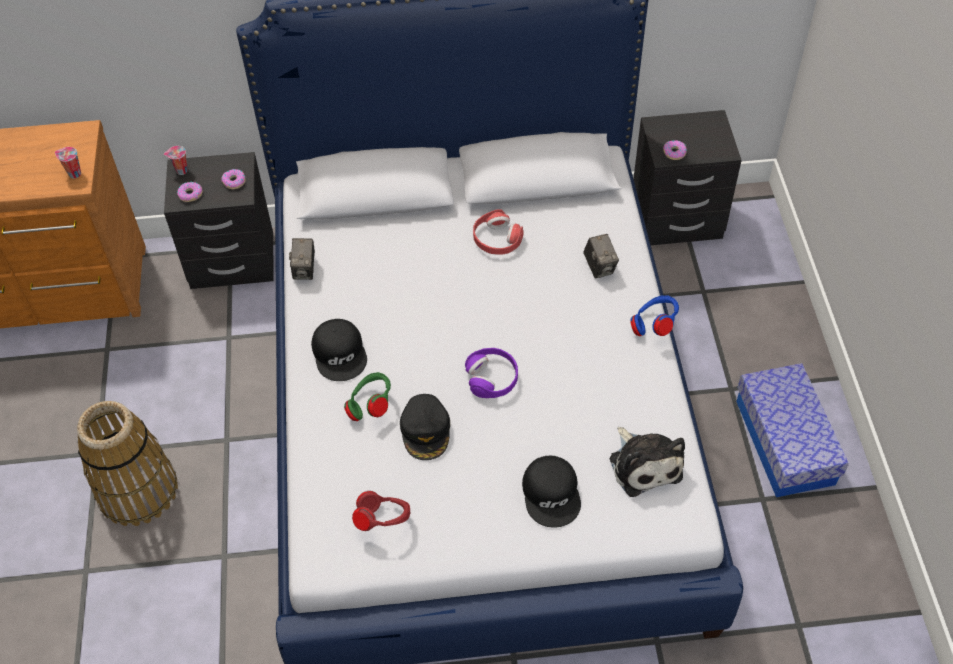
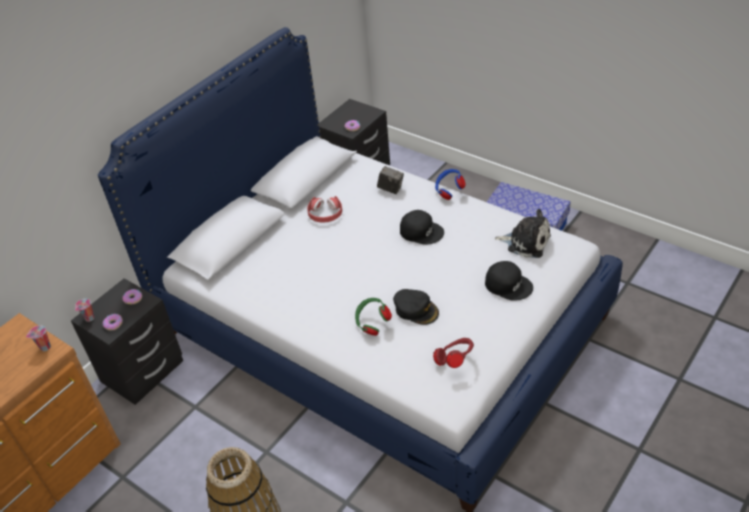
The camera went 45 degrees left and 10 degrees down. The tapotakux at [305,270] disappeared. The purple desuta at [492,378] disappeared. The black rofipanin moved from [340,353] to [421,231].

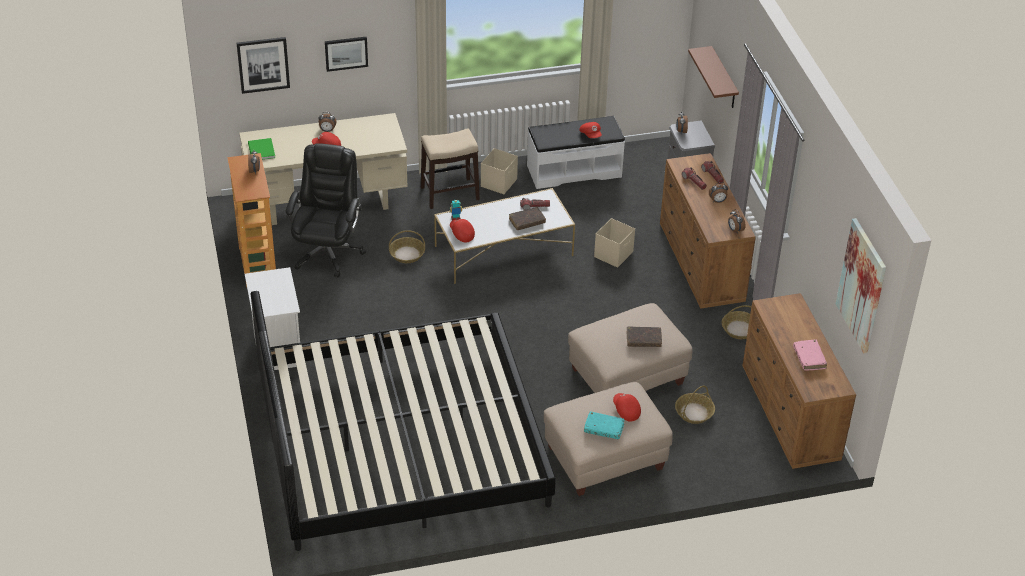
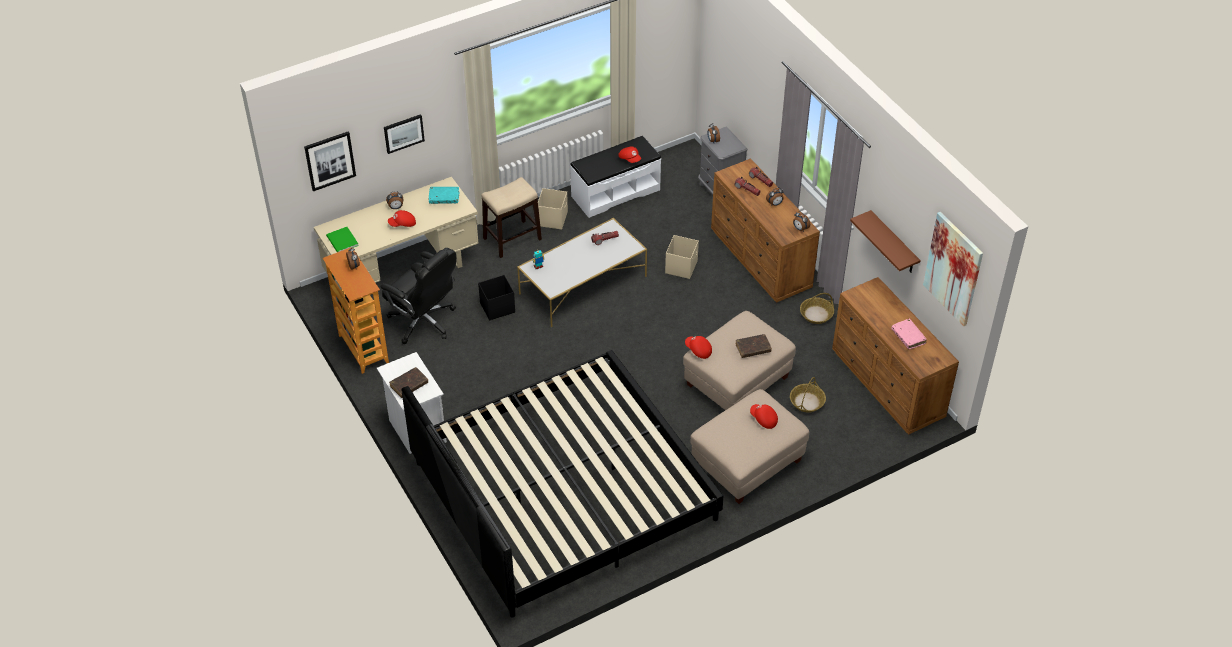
The camera went 15 degrees left and 5 degrees up. The red rofipanin moved from [461,234] to [698,350]. The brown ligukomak moved from [527,222] to [409,385]. The turquoise ligukomak moved from [603,429] to [444,198]. The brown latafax moved from [724,79] to [893,243]. The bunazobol at [406,254] was replaced by the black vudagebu at [497,308]. The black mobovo at [328,252] turned 135 degrees clockwise.

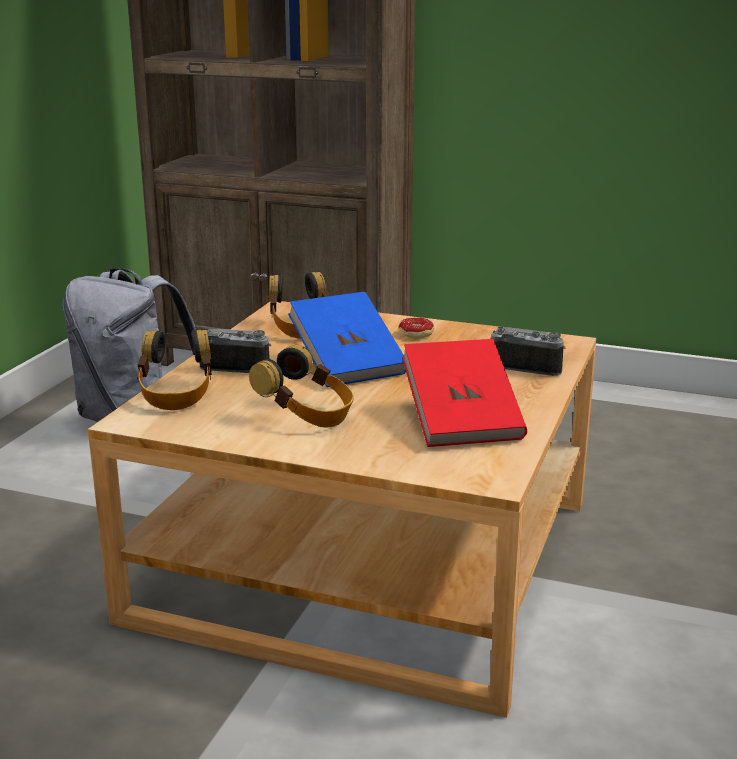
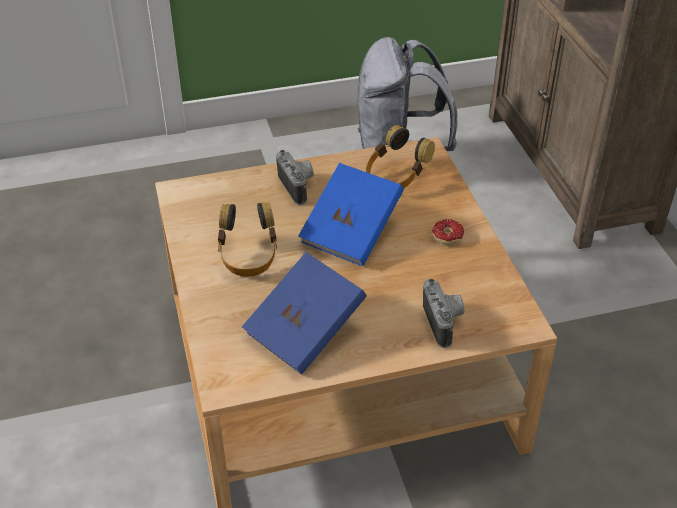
The camera went 55 degrees right and 20 degrees up. The desuta at [177,395] disappeared. The red ligukomak at [462,421] became the blue ligukomak at [305,331].

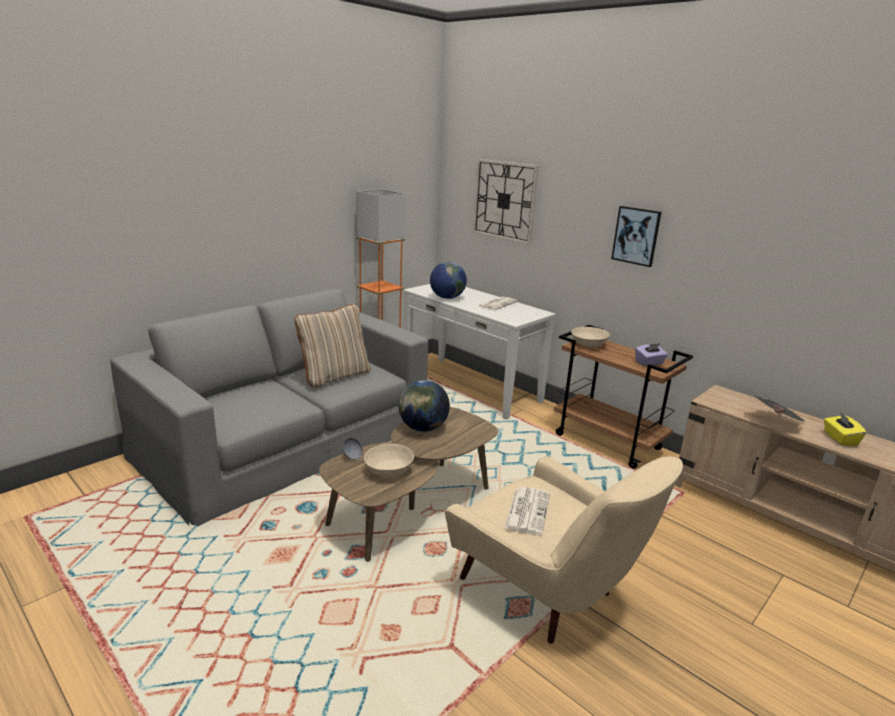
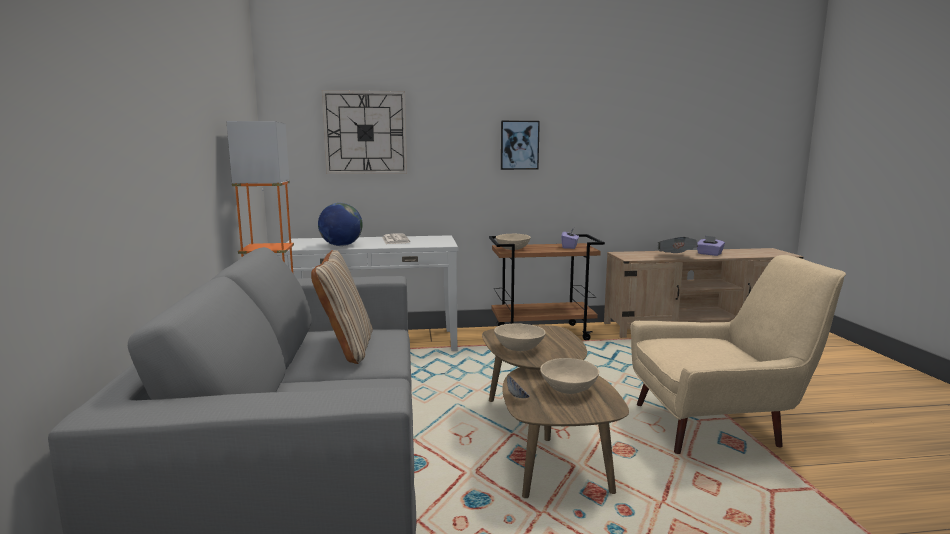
The camera went 50 degrees left and 10 degrees down. The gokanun at [527,510] disappeared. The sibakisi at [422,428] was replaced by the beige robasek at [519,348]. The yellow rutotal at [839,439] became the purple rutotal at [709,254].

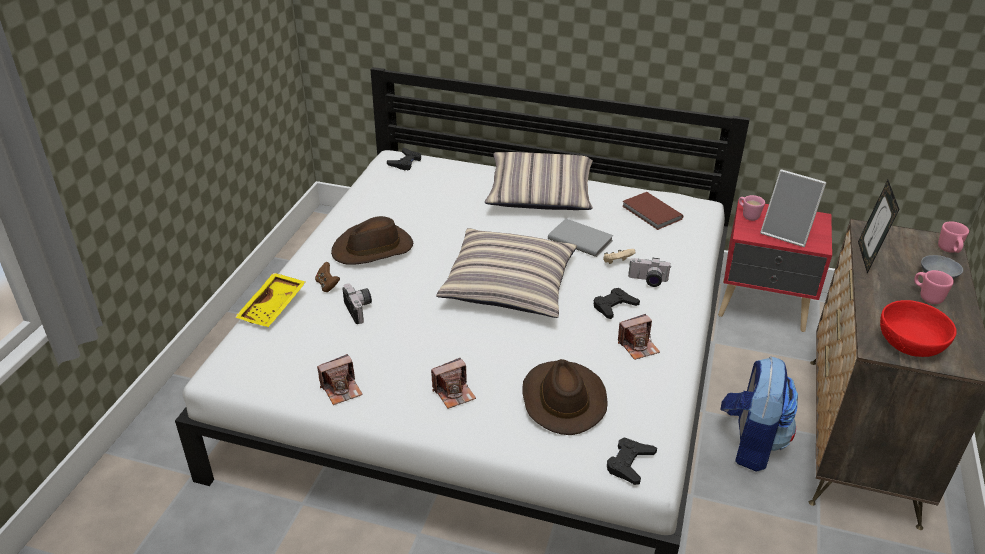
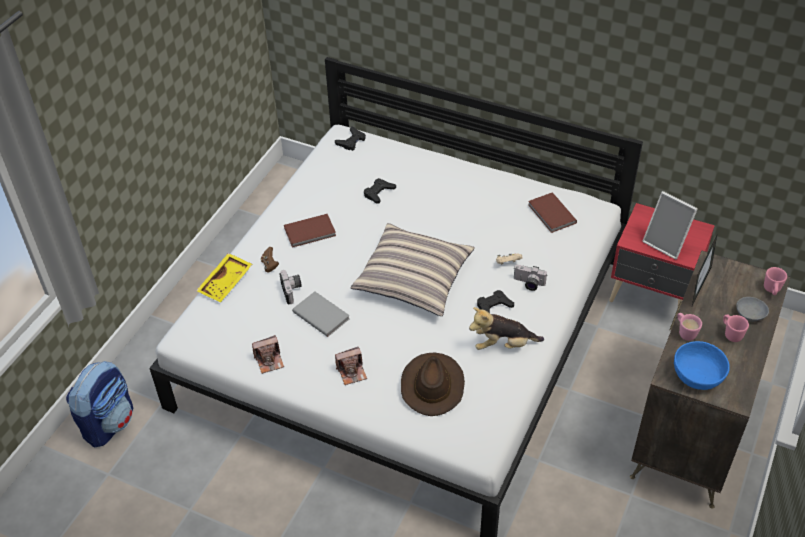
The camera went 10 degrees right and 10 degrees up. The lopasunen at [540,193] disappeared. The grey ligukomak moved from [580,239] to [321,314]. The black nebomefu moved from [629,463] to [378,193]. The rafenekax moved from [751,443] to [109,422]. The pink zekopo moved from [747,215] to [685,332]. The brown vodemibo at [373,248] was replaced by the brown ligukomak at [311,232]. The tapotakux at [638,346] was replaced by the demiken at [503,345]. The red robasek at [911,343] became the blue robasek at [698,375].

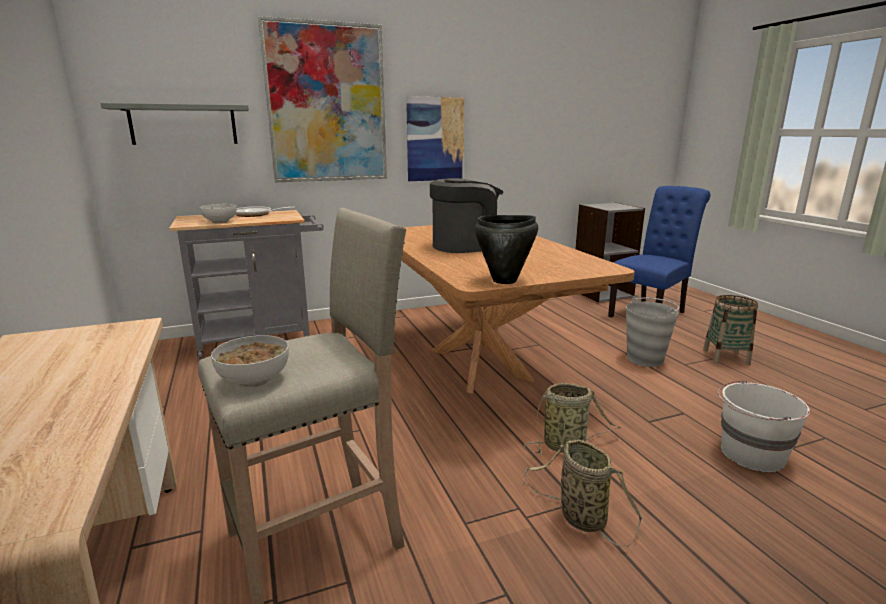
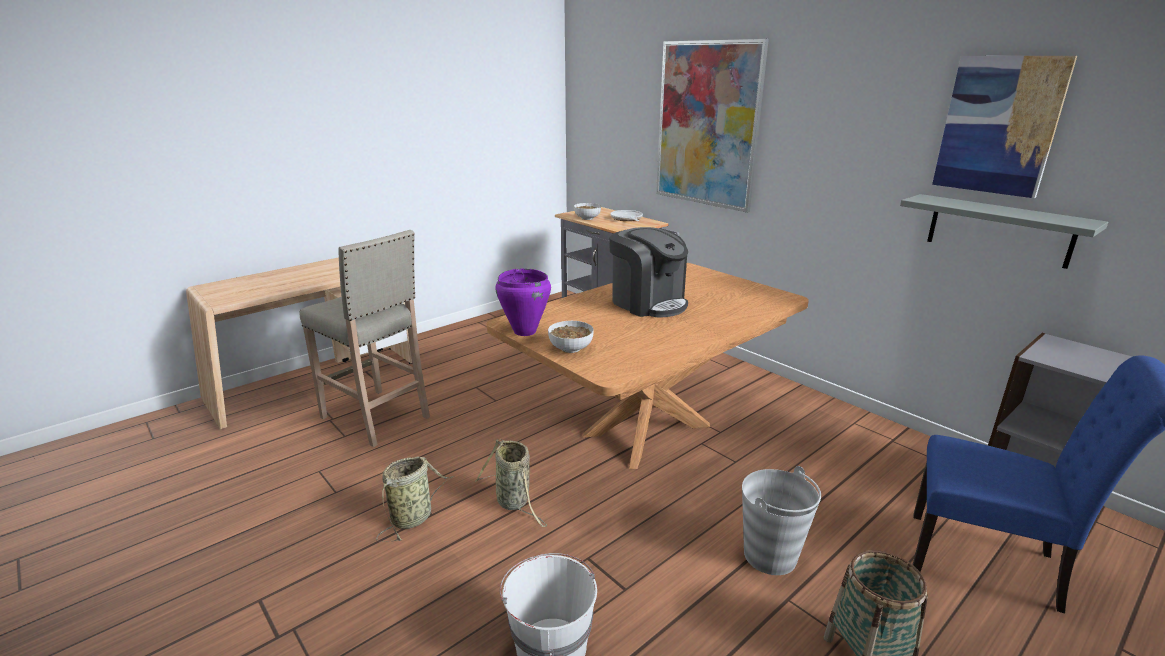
The camera went 70 degrees right and 5 degrees up. The grey latafax moved from [183,125] to [999,230]. The robasek moved from [254,380] to [570,349]. The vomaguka moved from [435,139] to [999,125]. The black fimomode at [505,281] became the purple fimomode at [524,332].

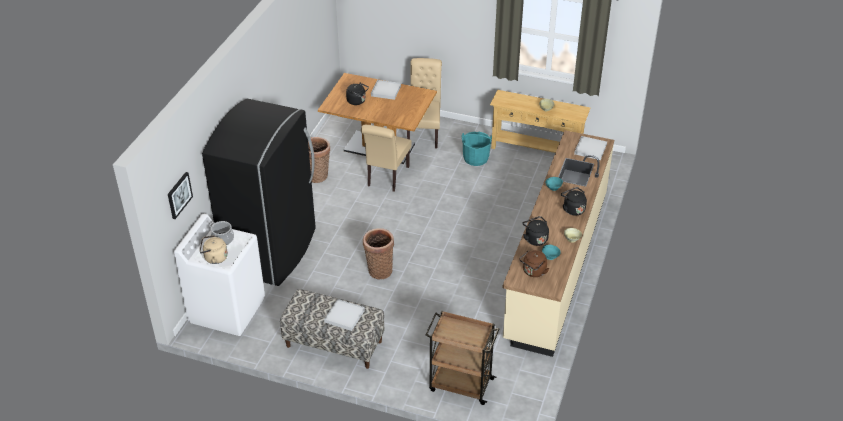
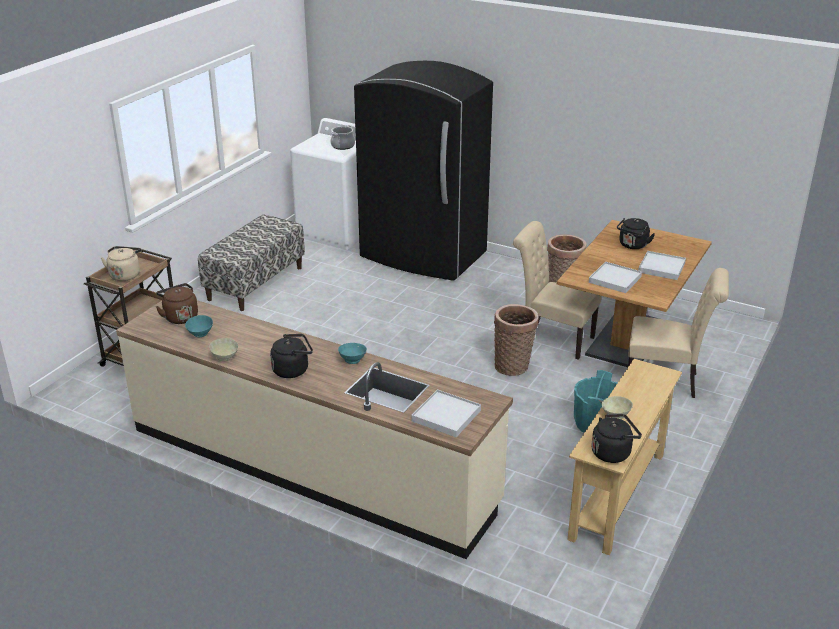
The camera went 100 degrees right and 10 degrees down. The vomaguka at [179,195] disappeared. The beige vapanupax moved from [214,258] to [125,275]. The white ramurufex moved from [344,316] to [615,279]. The bunazobol moved from [379,270] to [513,366]. The black vapanupax moved from [535,239] to [613,452].

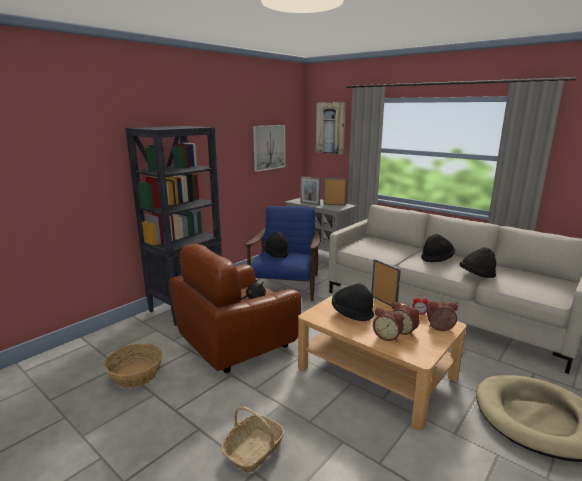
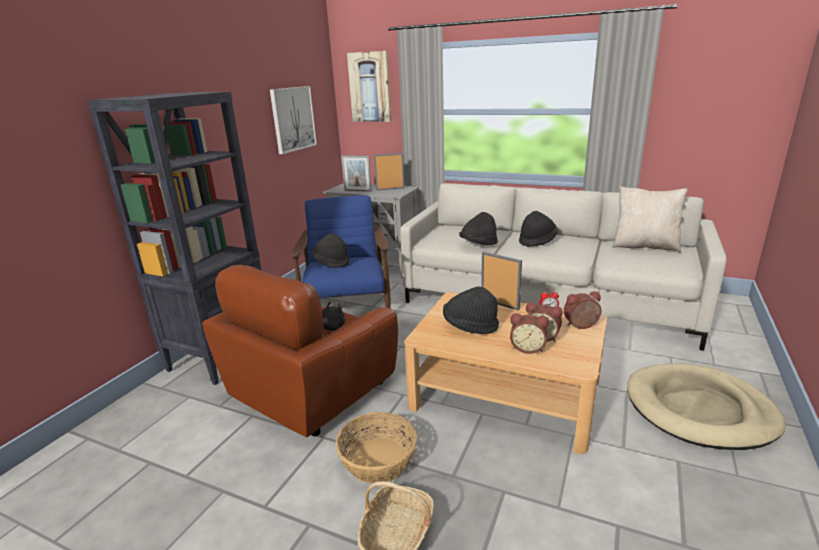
The camera went 15 degrees left and 5 degrees up. The beige lopasunen at [644,246] appeared. The bunazobol moved from [136,374] to [378,460]. The black vodemibo moved from [476,275] to [478,244].

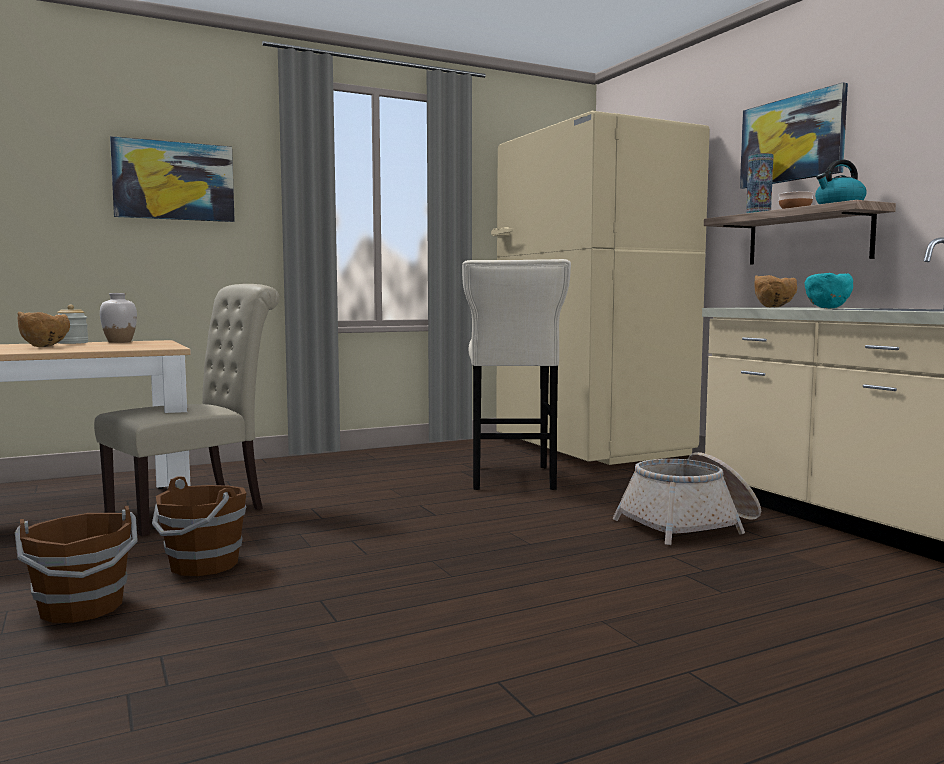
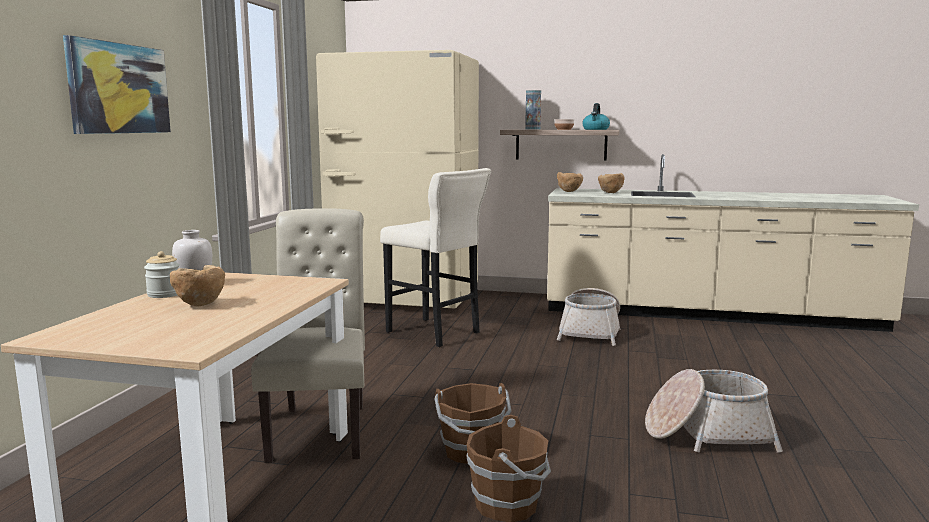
The camera went 50 degrees left and 5 degrees up. The vomaguka at [792,139] disappeared. The bunazobol at [707,433] appeared. The turquoise robasek at [826,308] became the brown robasek at [610,192].

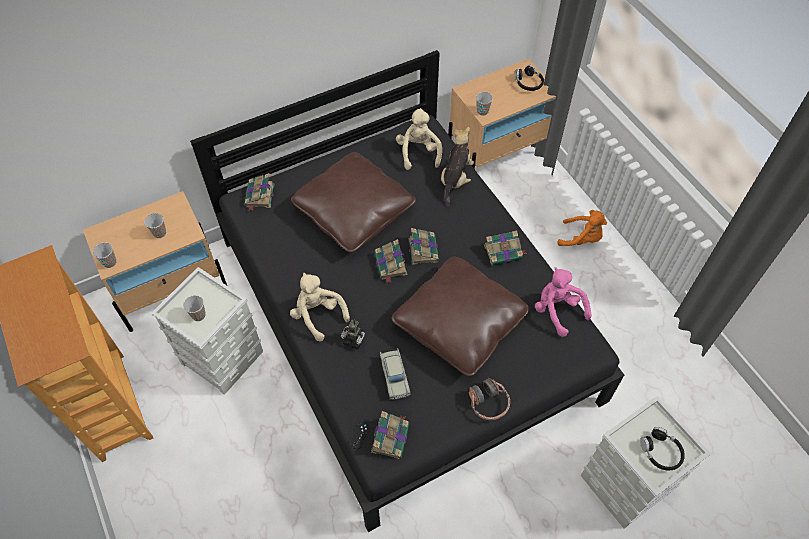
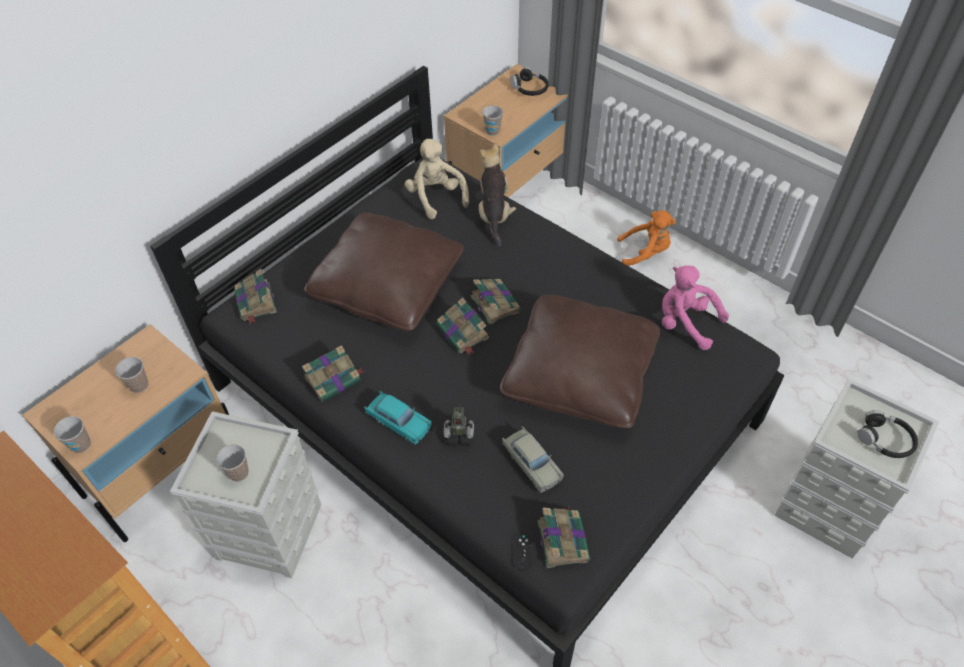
The camera went 20 degrees left and 5 degrees down. The desuta at [488,403] disappeared. The ligukomak moved from [504,252] to [334,379]. The beige demiken at [318,315] was replaced by the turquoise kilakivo at [398,422].

